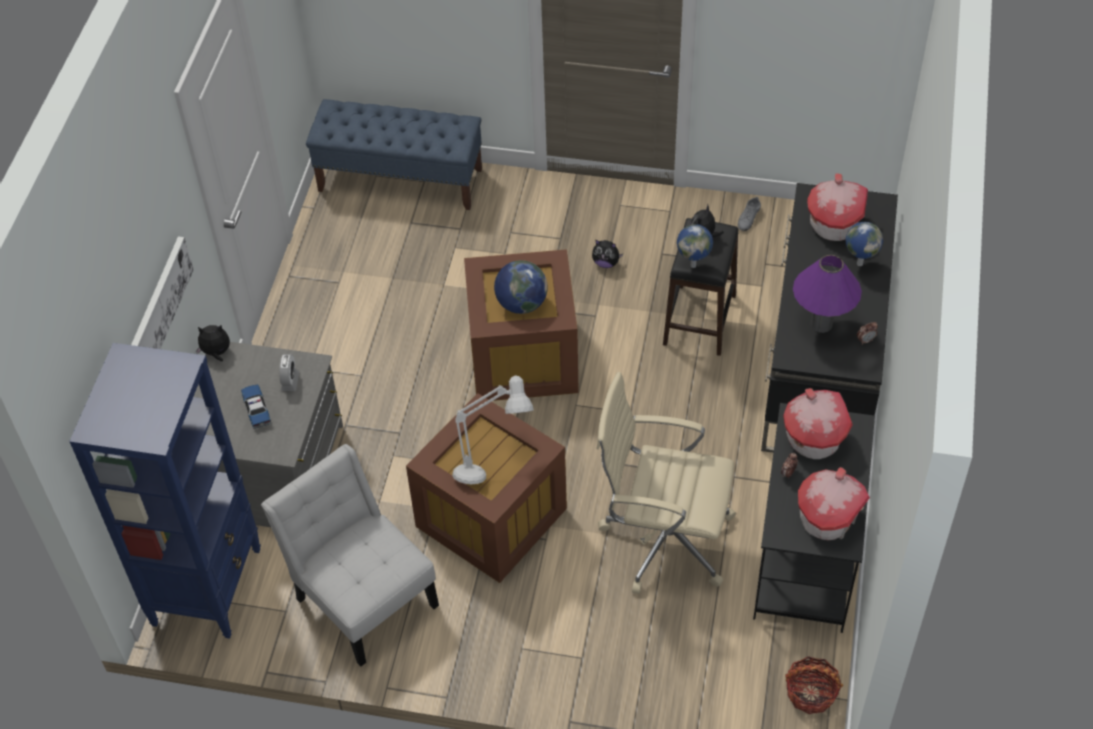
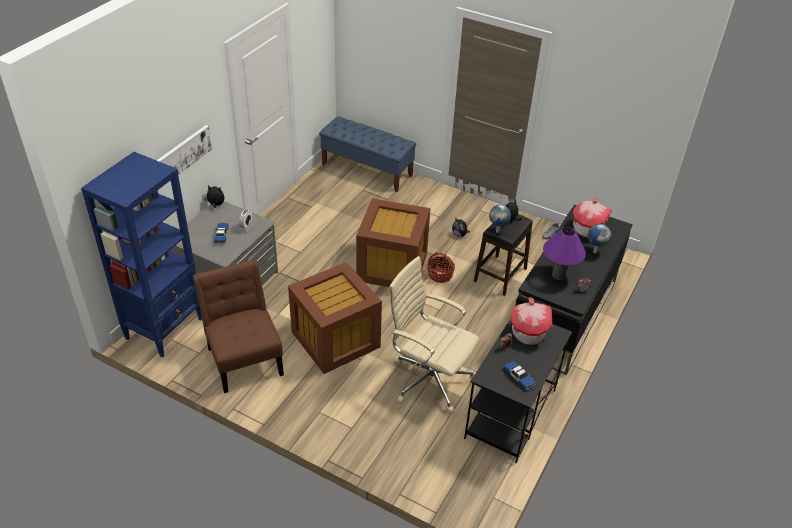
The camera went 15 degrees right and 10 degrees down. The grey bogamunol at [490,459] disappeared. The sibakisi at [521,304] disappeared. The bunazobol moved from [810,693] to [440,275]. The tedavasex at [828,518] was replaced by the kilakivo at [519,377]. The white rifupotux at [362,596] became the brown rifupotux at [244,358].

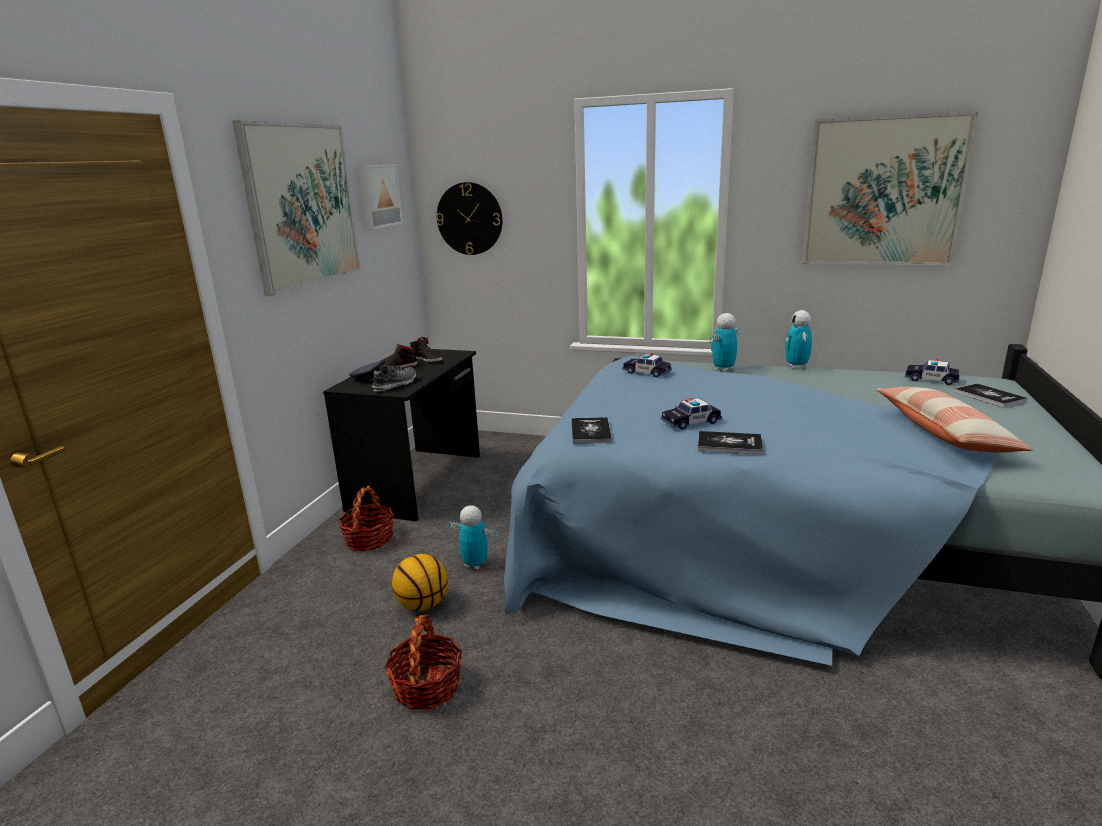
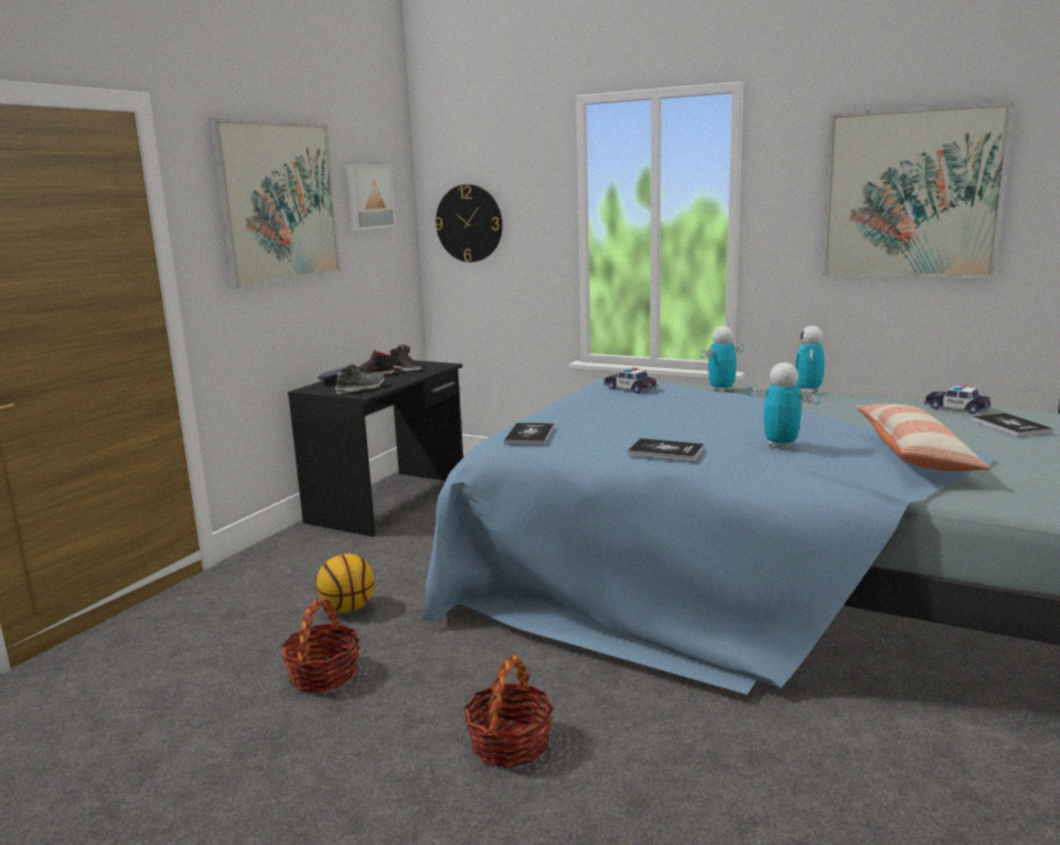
The camera went 10 degrees right and 5 degrees down. The kilakivo at [691,422] disappeared. The bunazobol moved from [369,539] to [510,744]. The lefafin moved from [475,564] to [780,445].

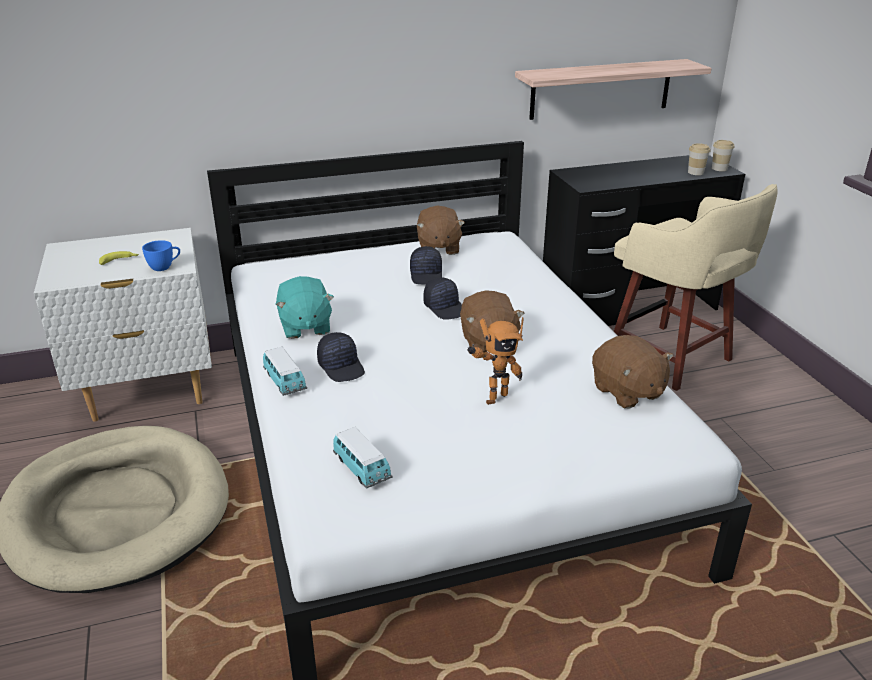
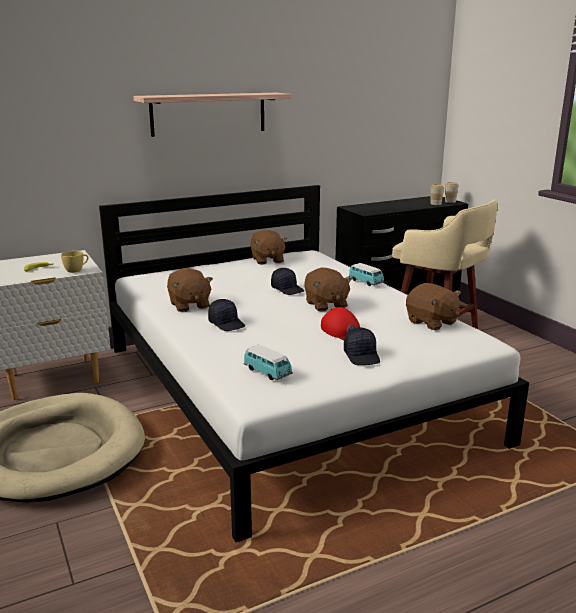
The camera went 10 degrees left and 10 degrees down. The kilakivo moved from [285,382] to [366,282]. The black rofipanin moved from [427,275] to [362,356]. The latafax moved from [601,89] to [208,114]. The lefafin at [494,397] was replaced by the red rofipanin at [342,331]. The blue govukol at [164,267] became the yellow govukol at [76,270]. The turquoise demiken at [305,327] became the brown demiken at [189,305].

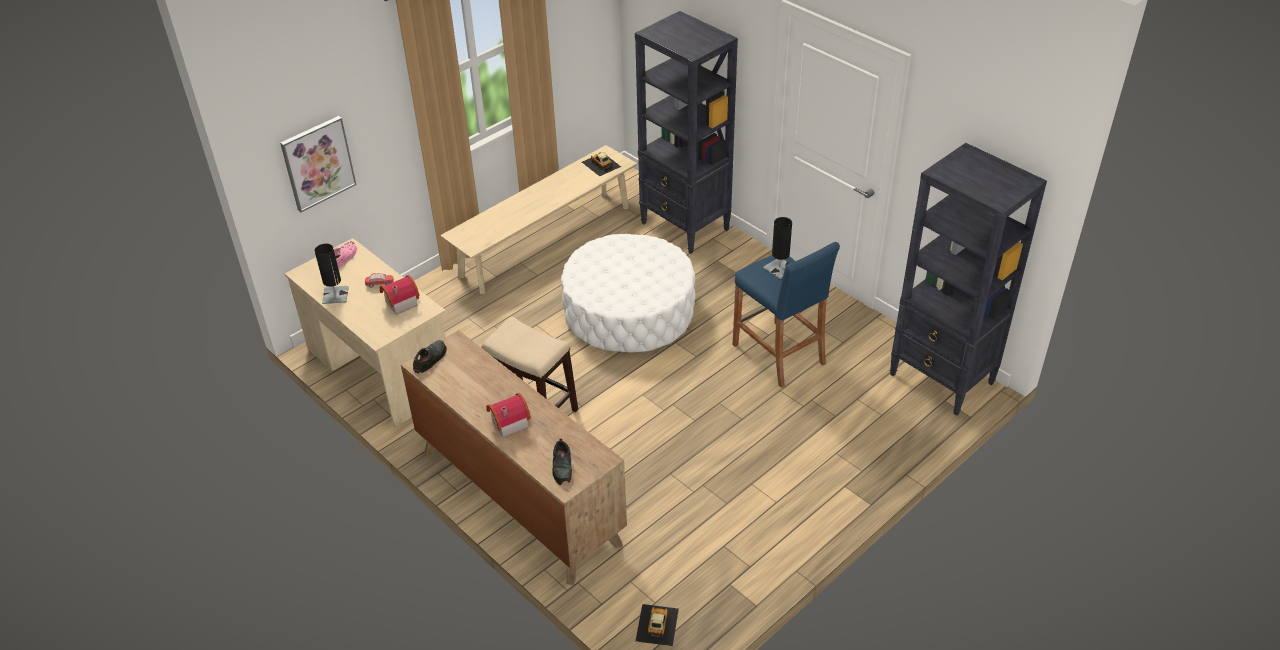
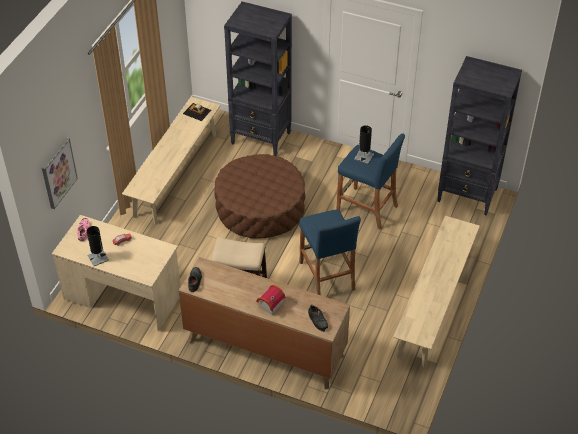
The camera went 25 degrees left and 5 degrees up. The tedavasex at [400,302] disappeared. The kilakivo at [656,625] disappeared. The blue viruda at [326,275] appeared. The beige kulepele at [434,305] appeared. The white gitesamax at [629,311] became the brown gitesamax at [260,208].

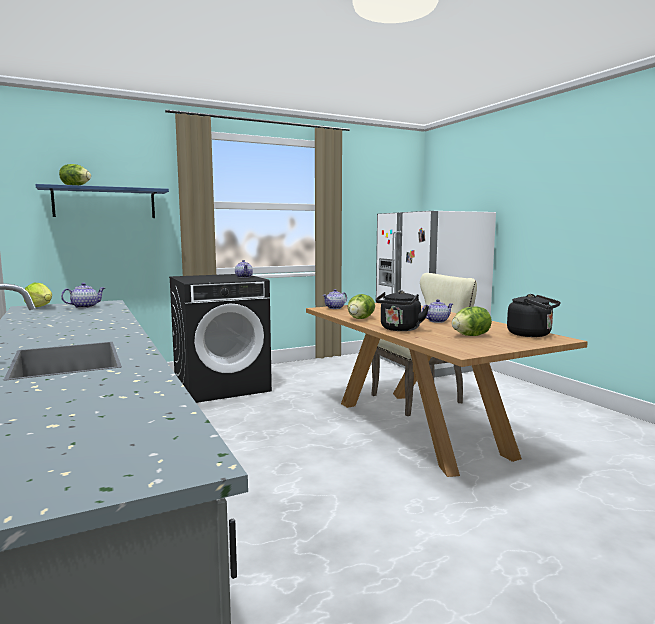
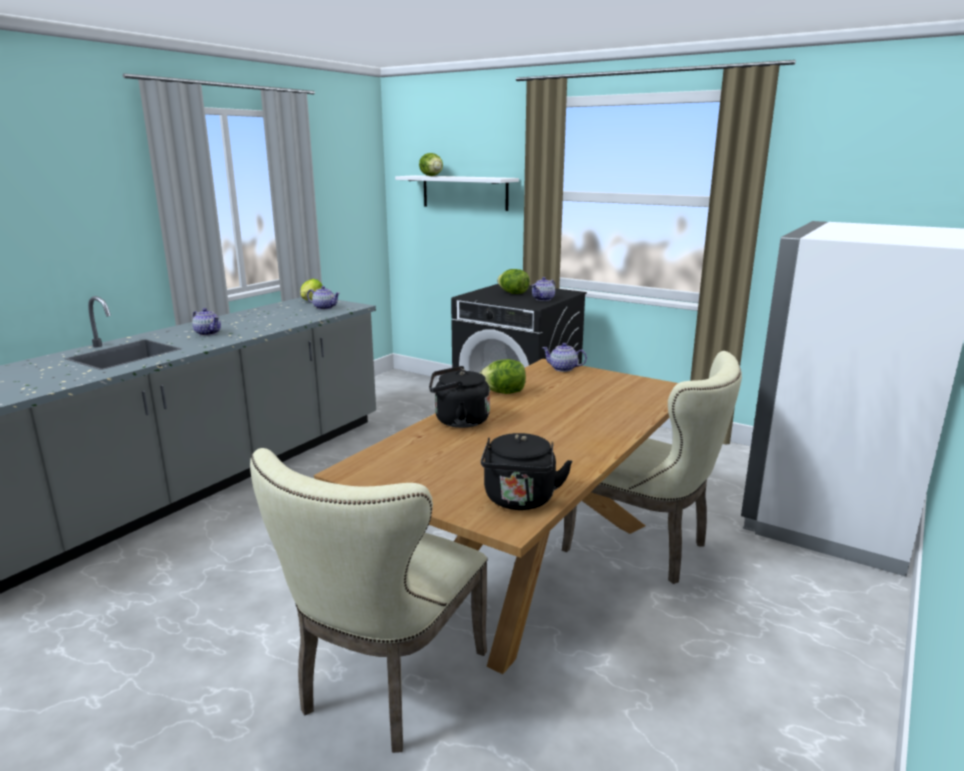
The camera went 60 degrees right and 10 degrees up. The beige rifupotux at [385,686] appeared. The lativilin moved from [436,321] to [208,333]. The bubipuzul moved from [470,336] to [513,293]. The blue latafax at [104,203] became the white latafax at [464,192].

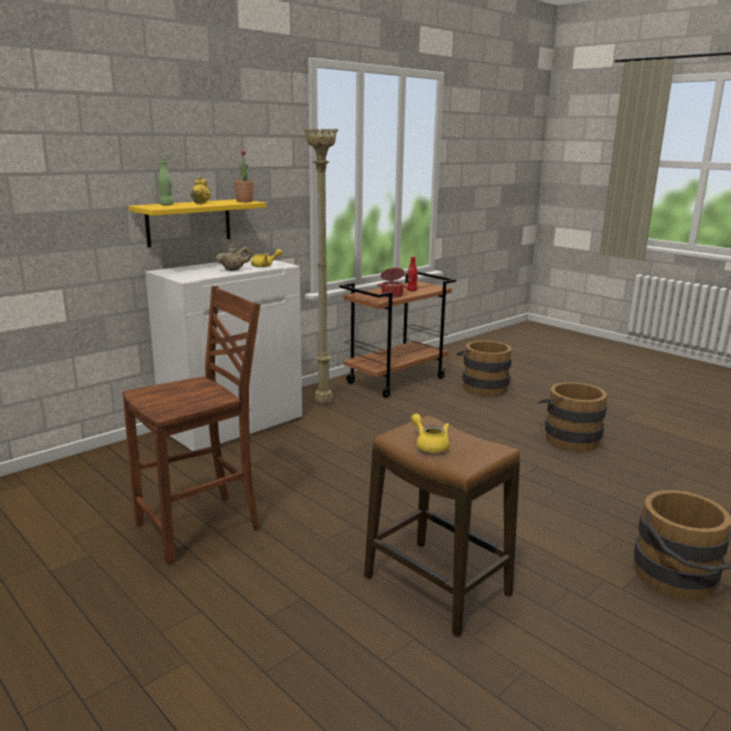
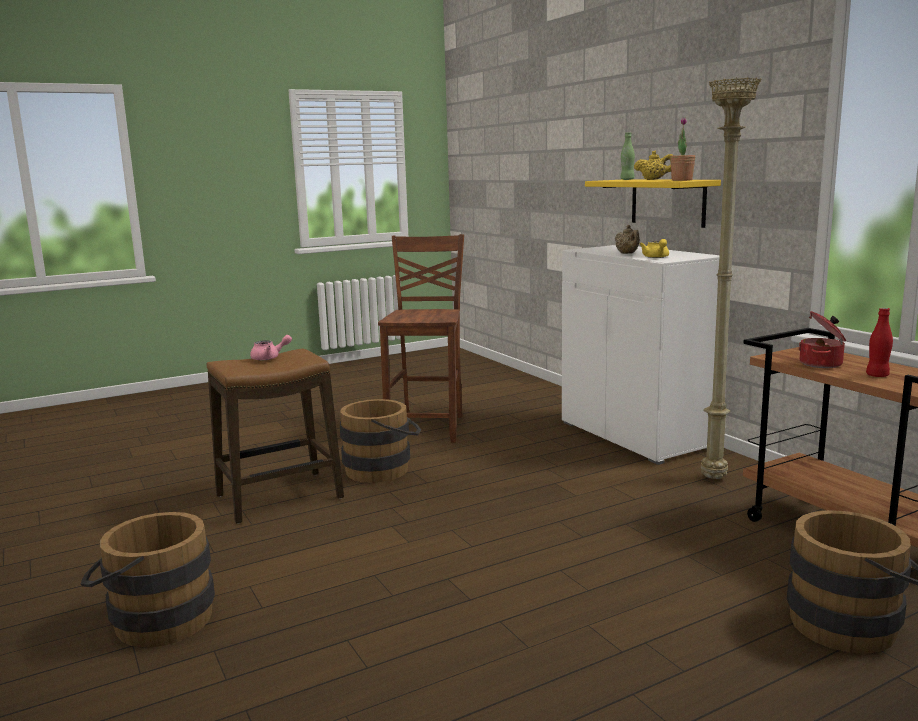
The camera went 105 degrees right and 5 degrees down. The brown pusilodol moved from [567,438] to [383,469]. The yellow lativilin at [430,445] became the pink lativilin at [269,358]. The brown rifupotux at [201,527] turned 150 degrees counterclockwise.

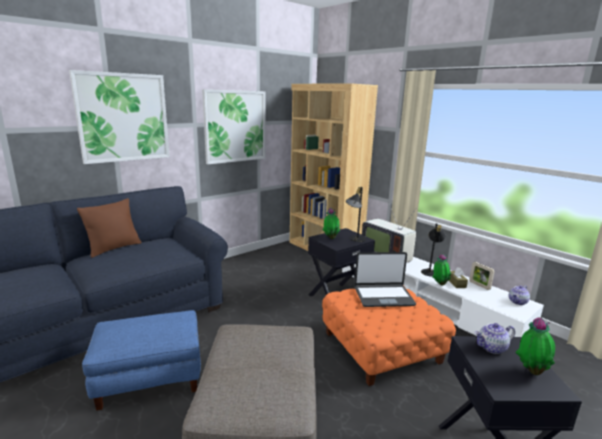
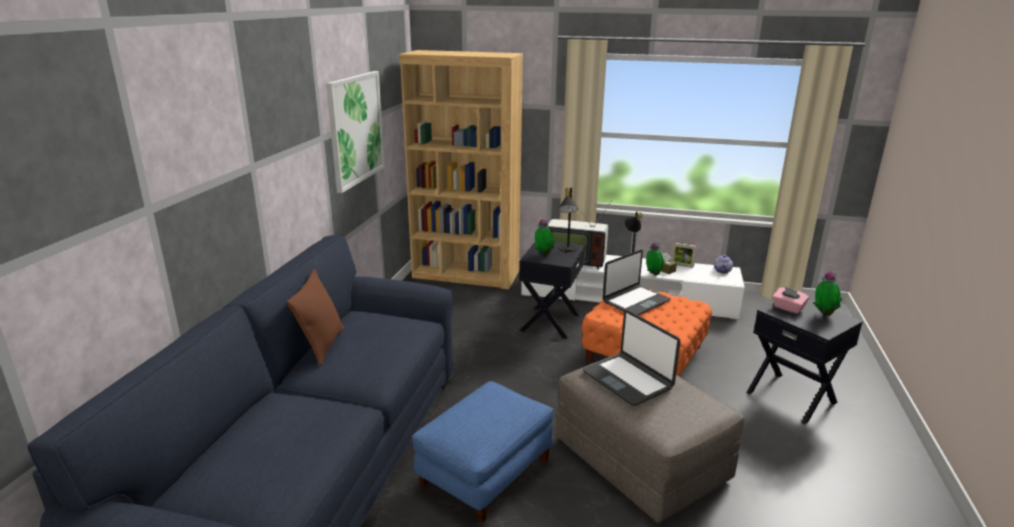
The camera went 35 degrees left and 5 degrees up. The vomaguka at [123,117] disappeared. The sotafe at [628,380] appeared. The lativilin at [492,348] was replaced by the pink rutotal at [788,308].

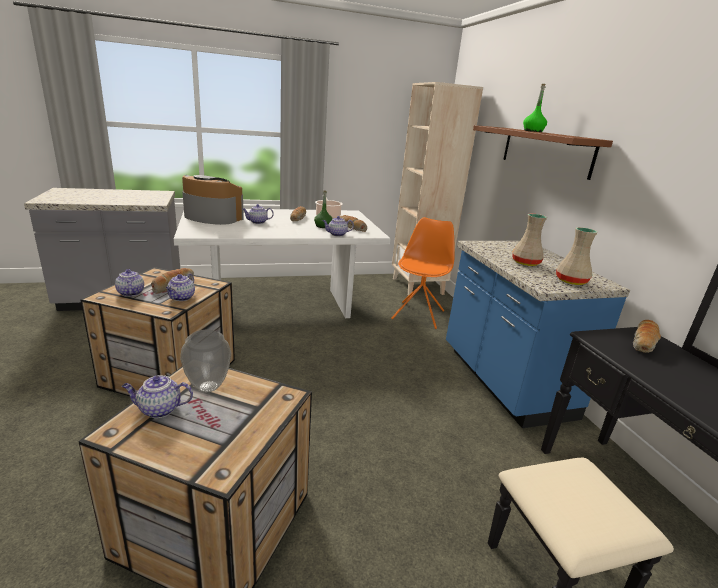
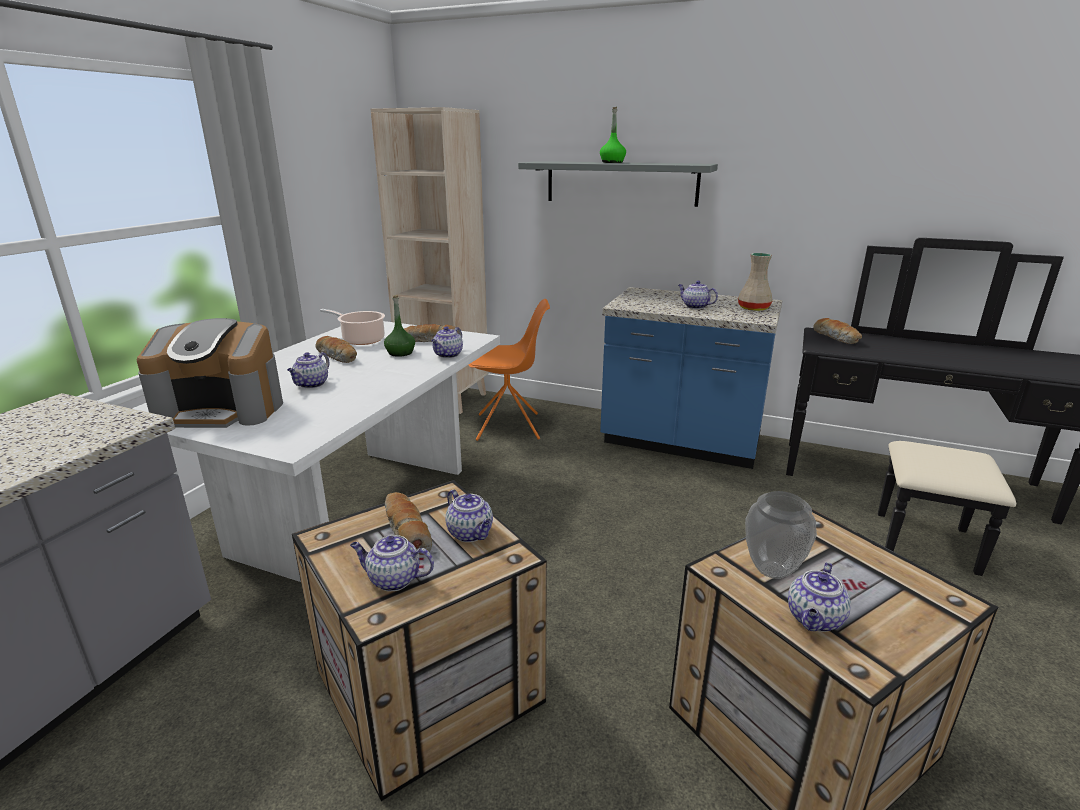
The camera went 50 degrees left and 0 degrees up. The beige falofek at [525,263] was replaced by the lativilin at [695,306]. The brown latafax at [545,151] became the grey latafax at [621,183]. The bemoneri at [212,217] turned 150 degrees counterclockwise. The orange rifupotux at [418,314] turned 120 degrees clockwise.

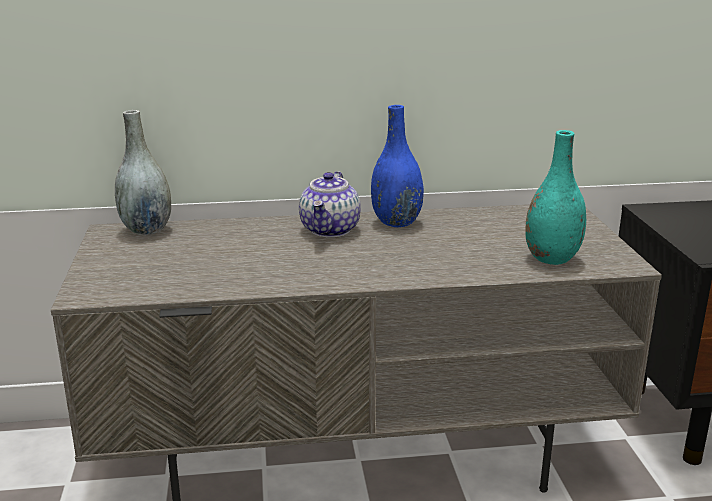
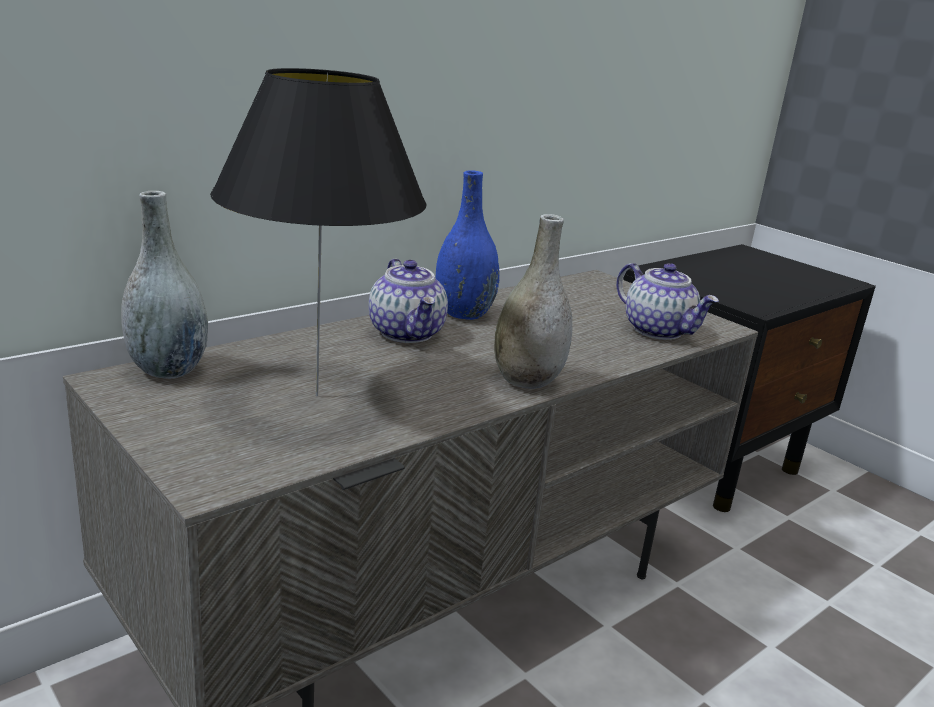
The camera went 35 degrees left and 0 degrees up. The black bogamunol at [317,396] appeared. The grey falofek at [527,380] appeared. The turquoise falofek at [552,258] was replaced by the lativilin at [659,331].

